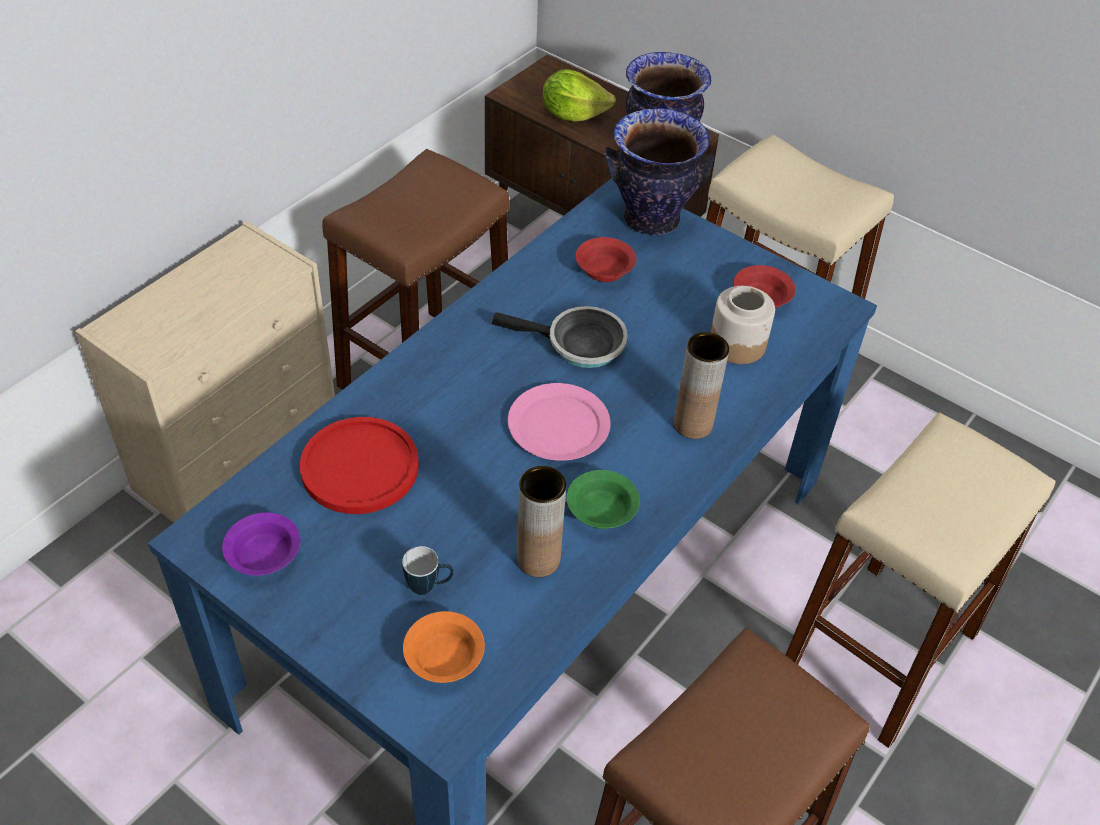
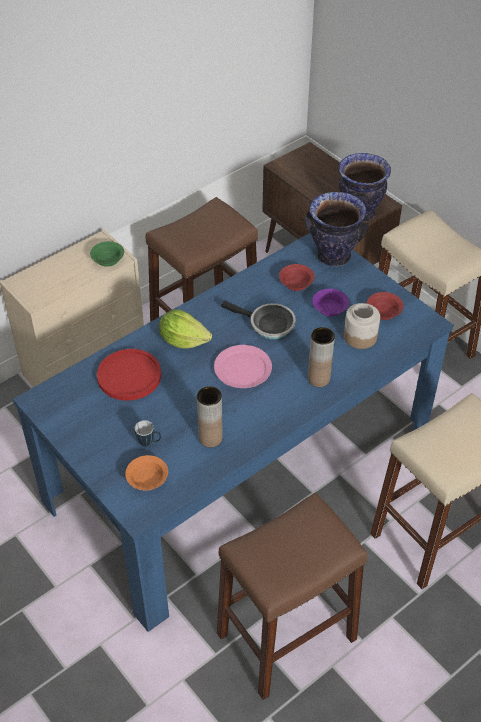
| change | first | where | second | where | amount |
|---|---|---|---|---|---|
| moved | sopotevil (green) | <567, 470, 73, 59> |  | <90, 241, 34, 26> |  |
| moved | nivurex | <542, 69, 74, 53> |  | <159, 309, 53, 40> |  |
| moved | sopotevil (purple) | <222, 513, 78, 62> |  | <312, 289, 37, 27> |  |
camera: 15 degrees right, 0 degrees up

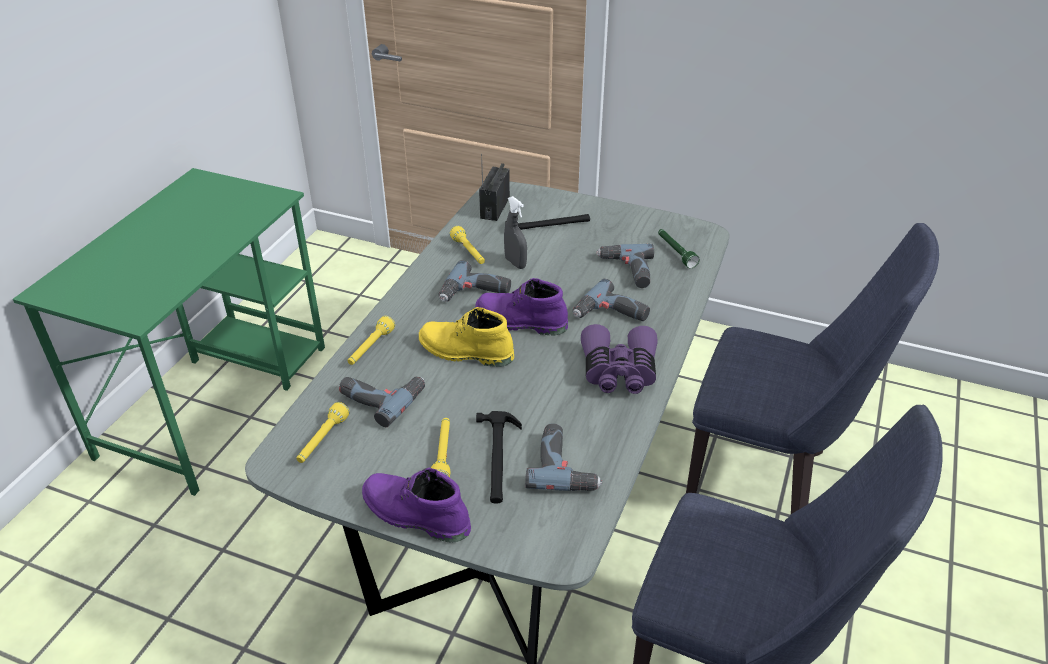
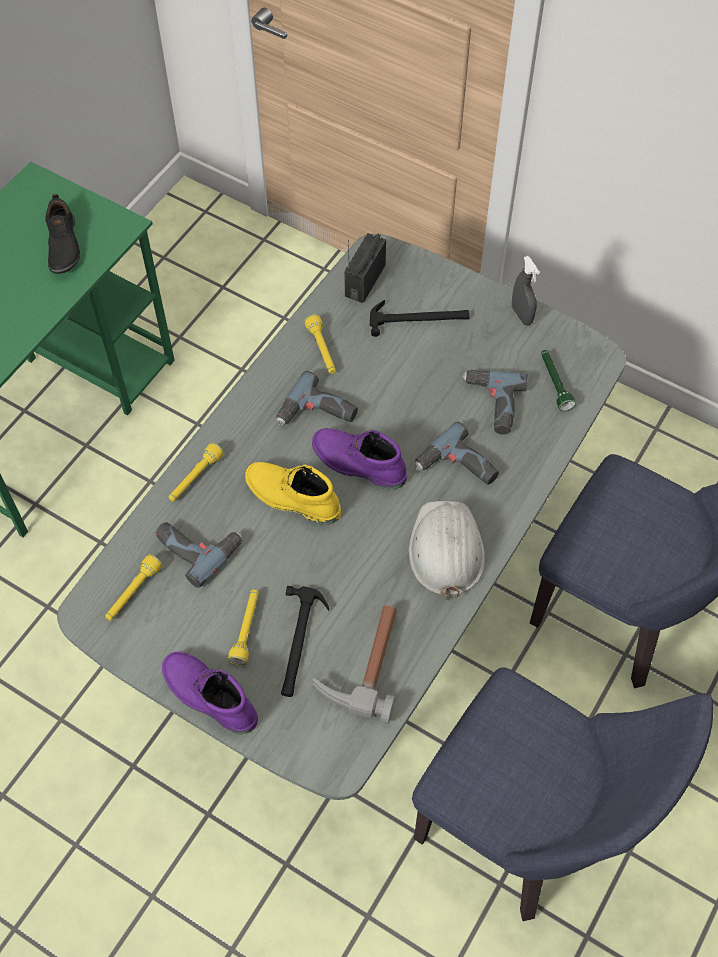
| change | first | where | second | where | amount |
|---|---|---|---|---|---|
| added |  |  | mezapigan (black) | <45, 194, 35, 80> |  |
| replaced | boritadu | <525, 423, 77, 68> | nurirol | <312, 605, 85, 118> |  |
| replaced | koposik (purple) | <581, 324, 77, 70> | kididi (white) | <409, 501, 76, 99> |  |
| moved | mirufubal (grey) | <504, 196, 23, 73> |  | <512, 256, 28, 70> |  |
camera: 10 degrees right, 20 degrees up

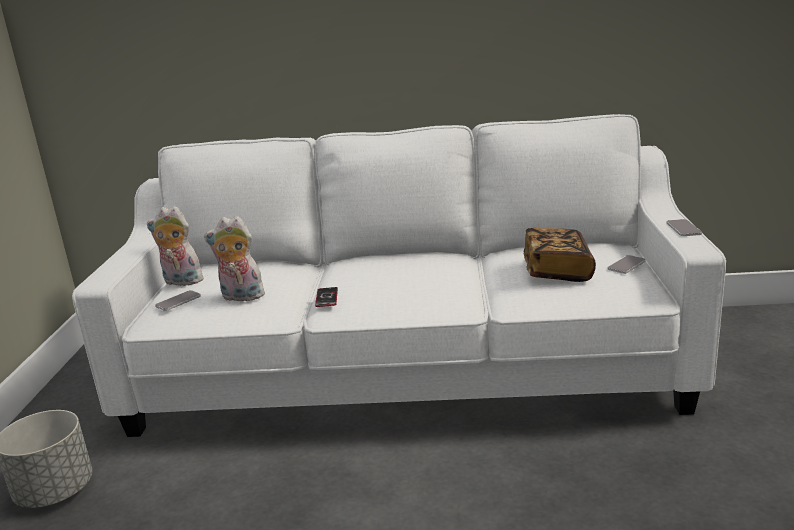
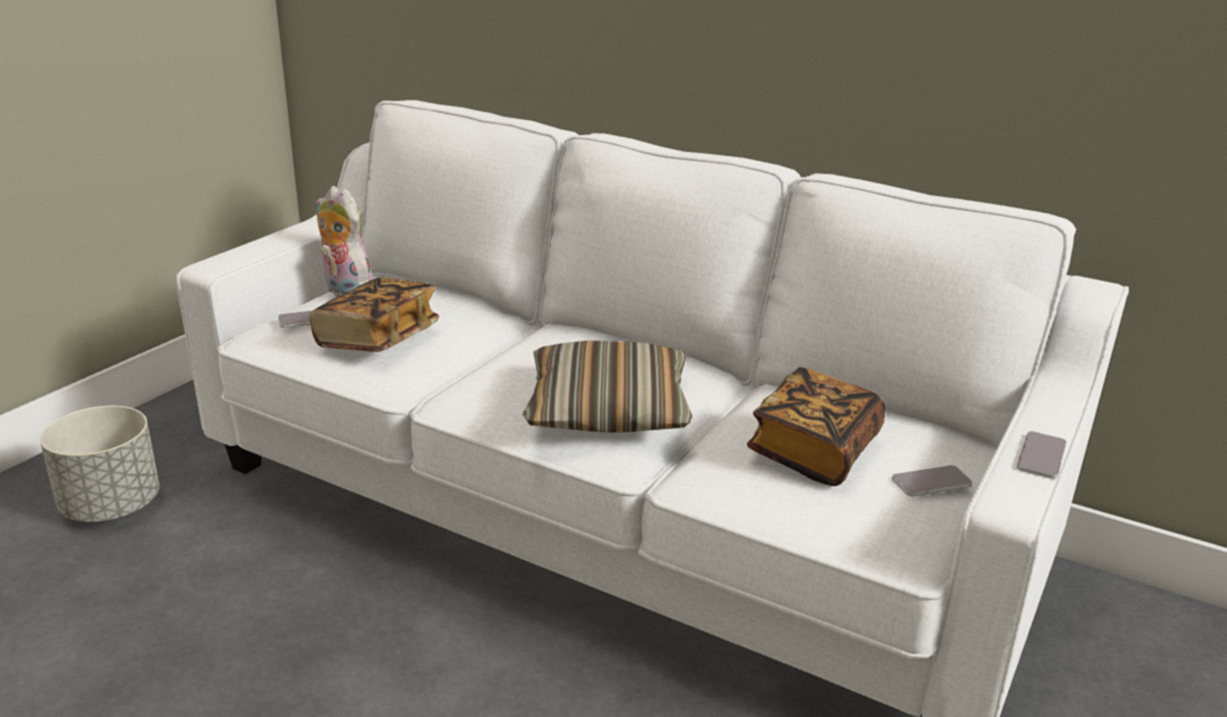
| change | first | where | second | where | amount |
|---|---|---|---|---|---|
| replaced | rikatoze | <204, 216, 63, 85> | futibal | <310, 277, 129, 75> |  |
| added |  |  | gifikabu | <522, 341, 170, 92> |  |
| removed | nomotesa | <315, 287, 23, 20> |  |  |  |
camera: 25 degrees right, 5 degrees up

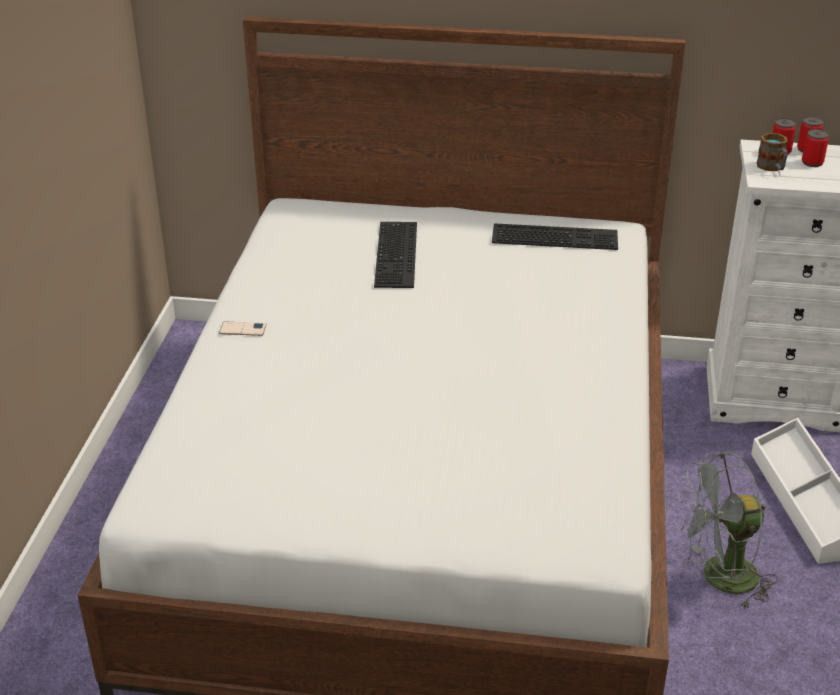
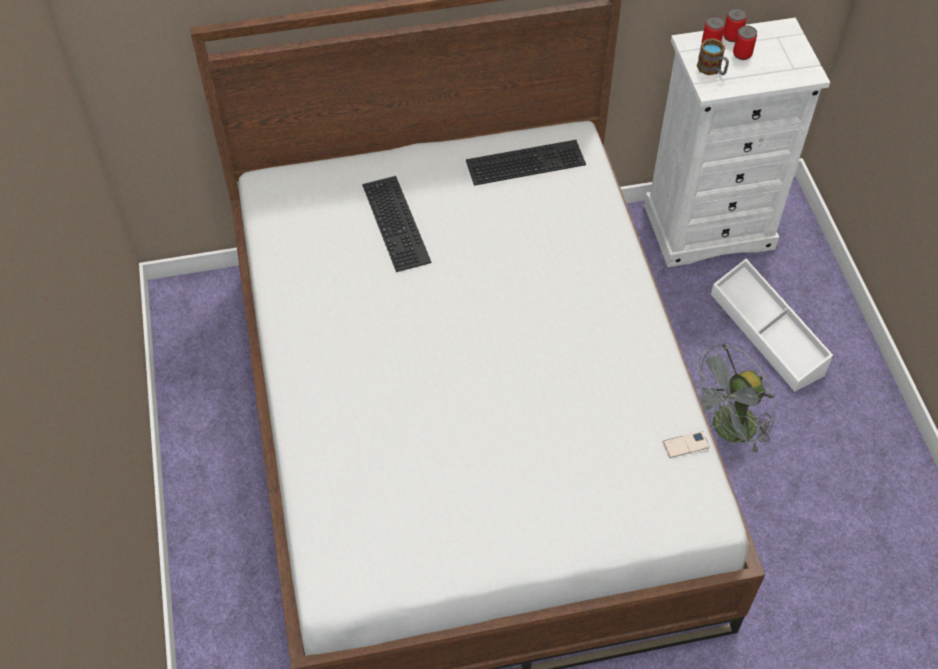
| change | first | where | second | where | amount |
|---|---|---|---|---|---|
| moved | nomotesa | <219, 321, 48, 15> |  | <663, 431, 47, 27> |  |
camera: 20 degrees left, 20 degrees up

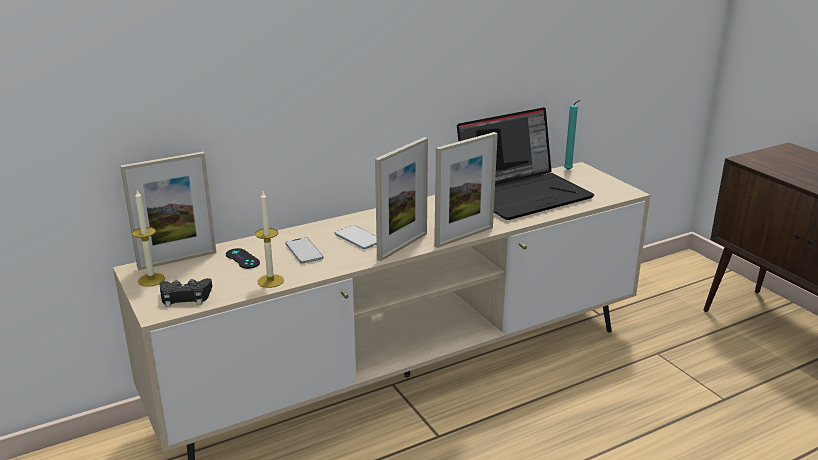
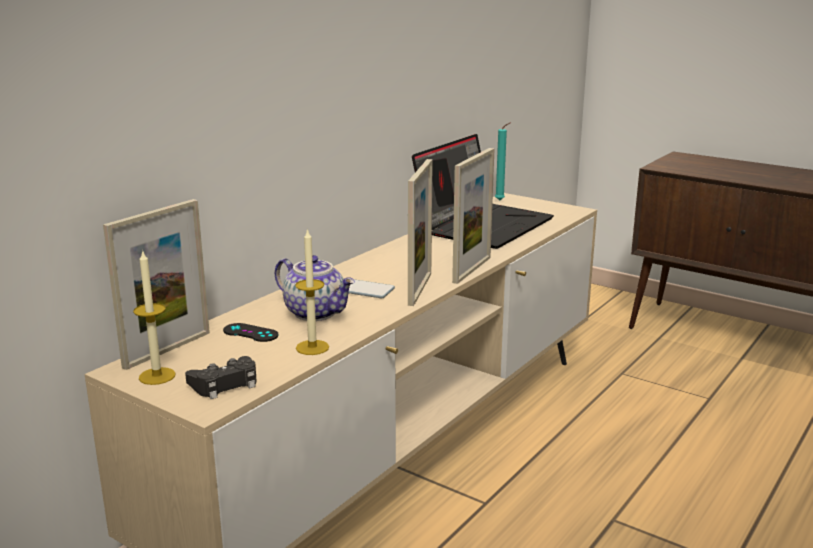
| change | first | where | second | where | amount |
|---|---|---|---|---|---|
| replaced | nomotesa | <285, 237, 39, 27> | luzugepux | <275, 255, 80, 66> |  |
camera: 25 degrees left, 5 degrees down

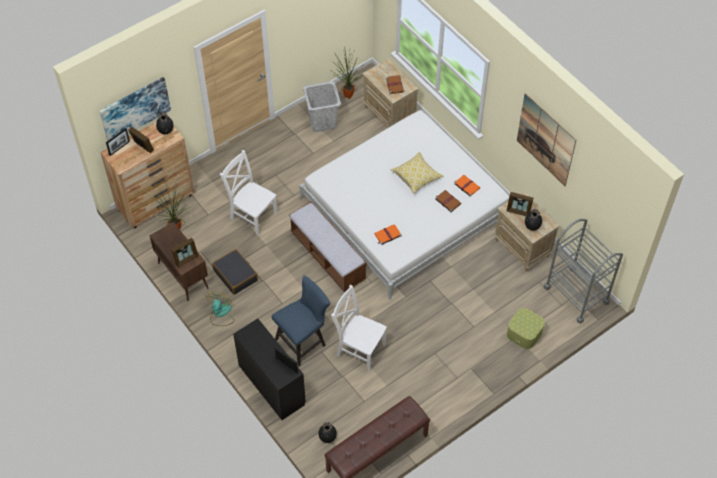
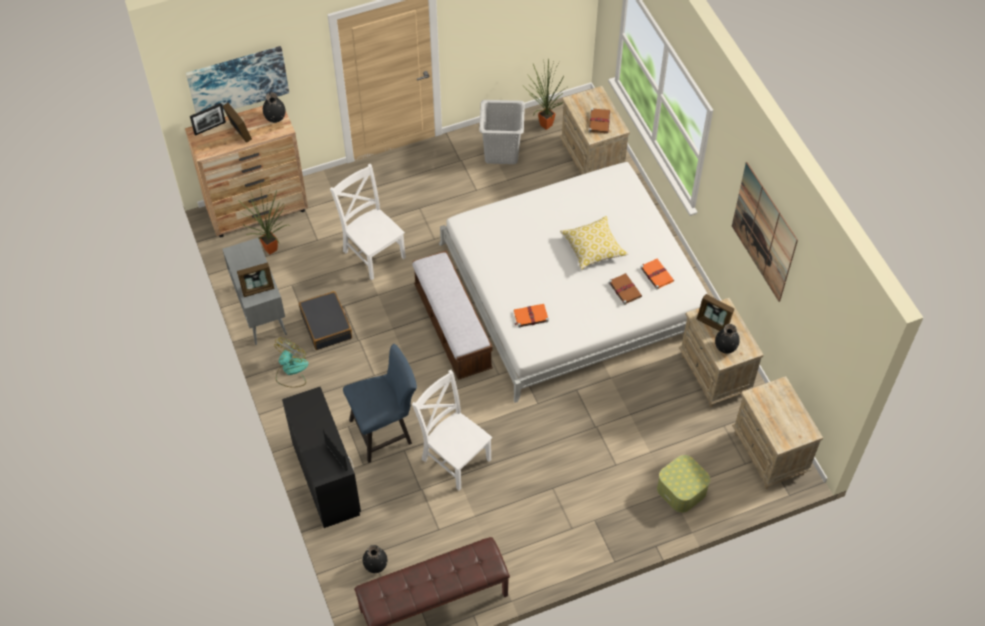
| change | first | where | second | where | amount |
|---|---|---|---|---|---|
| recoloured | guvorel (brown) | <149, 222, 60, 79> | guvorel (grey) | <222, 238, 65, 107> |  |
| replaced | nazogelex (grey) | <544, 219, 79, 105> | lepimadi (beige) | <732, 376, 91, 113> |  |
camera: 15 degrees right, 0 degrees up

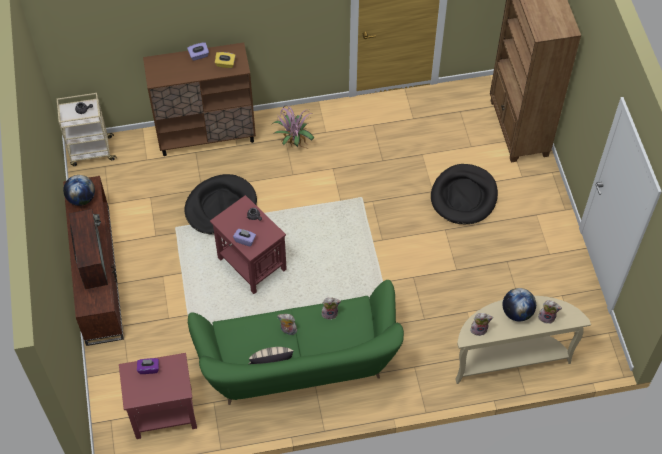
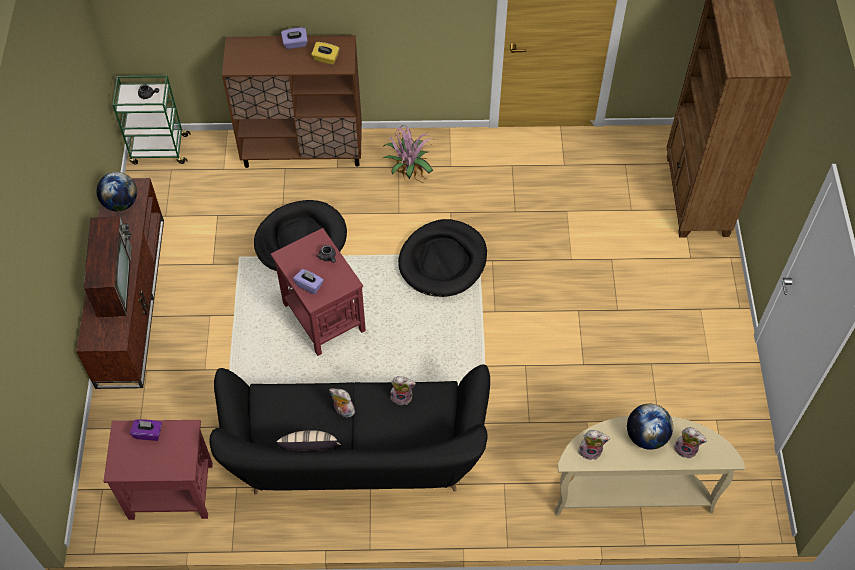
| change | first | where | second | where | amount |
|---|---|---|---|---|---|
| recoloured | nazogelex (beige) | <57, 93, 60, 73> | nazogelex (green) | <113, 75, 78, 90> |  |
| recoloured | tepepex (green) | <188, 280, 216, 125> | tepepex (black) | <209, 364, 281, 131> |  |
| moved | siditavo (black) | <431, 164, 67, 60> |  | <398, 219, 89, 78> |  |
camera: 10 degrees right, 0 degrees up

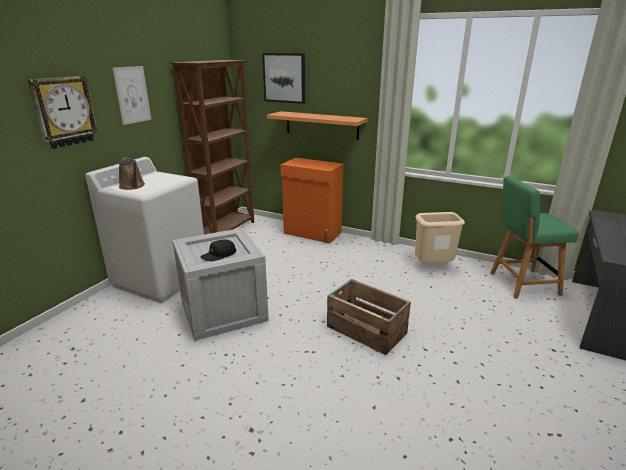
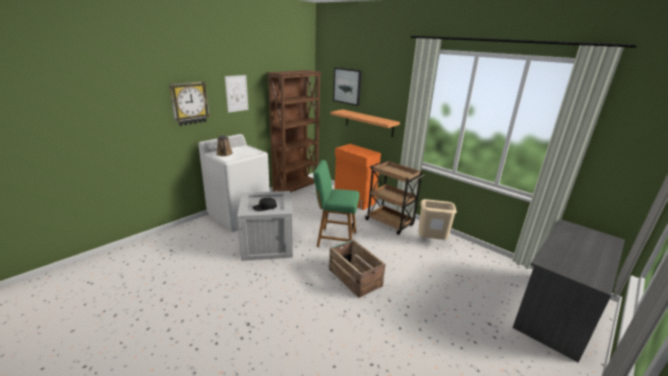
| change | first | where | second | where | amount |
|---|---|---|---|---|---|
| moved | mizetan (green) | <490, 176, 89, 123> |  | <313, 160, 47, 87> |  |
| added |  |  | nazogelex (brown) | <365, 161, 60, 74> |  |
camera: 15 degrees right, 0 degrees up

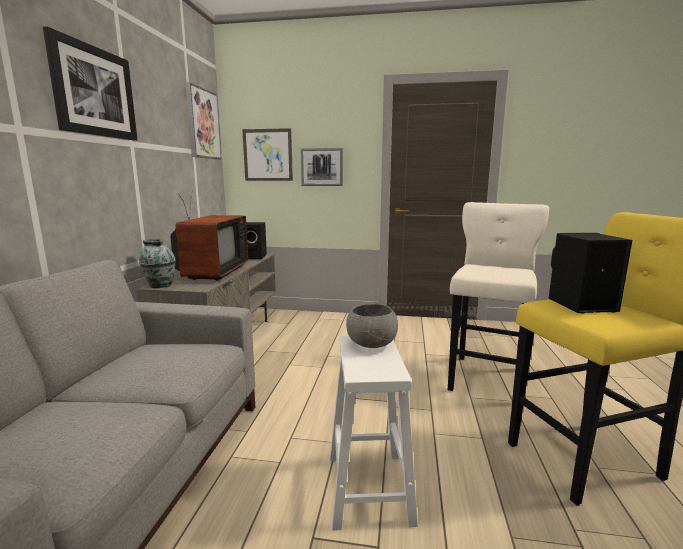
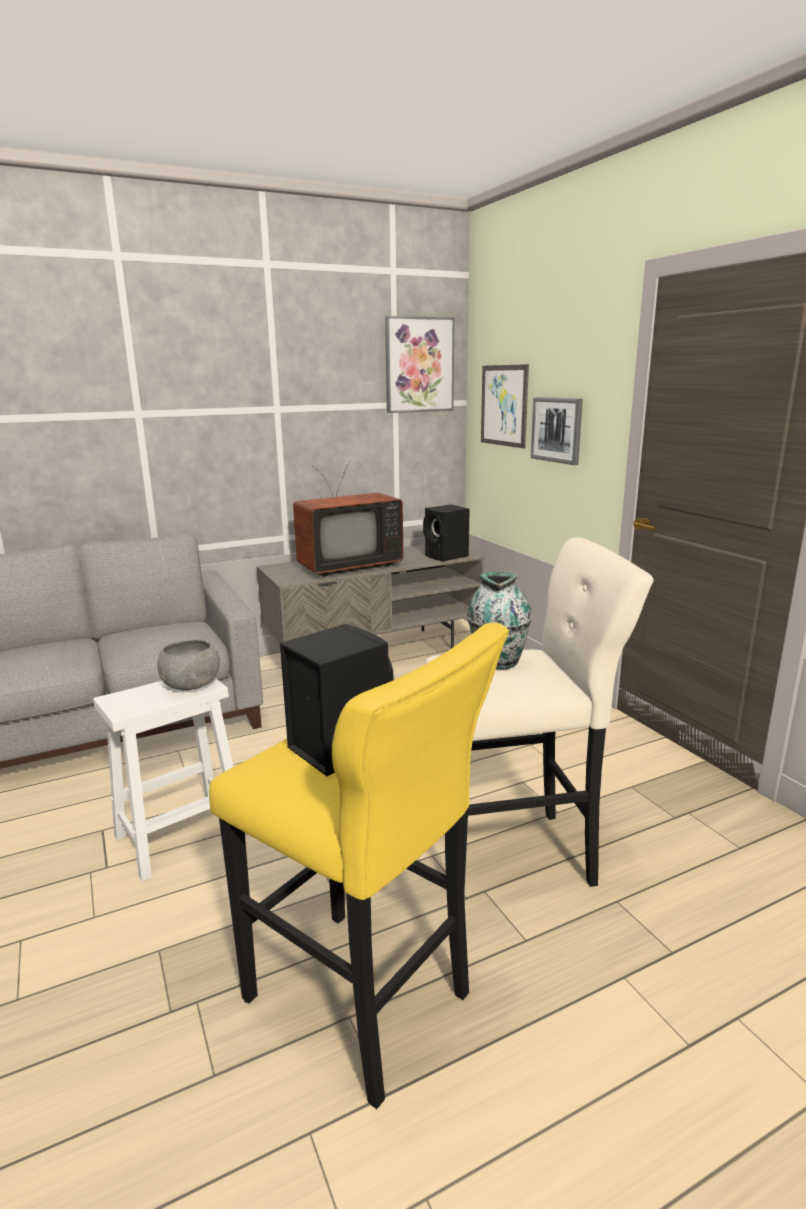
| change | first | where | second | where | amount |
|---|---|---|---|---|---|
| moved | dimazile | <139, 239, 37, 49> |  | <467, 572, 65, 98> |  |
| removed | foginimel | <43, 26, 95, 115> |  |  |  |
camera: 55 degrees right, 5 degrees up

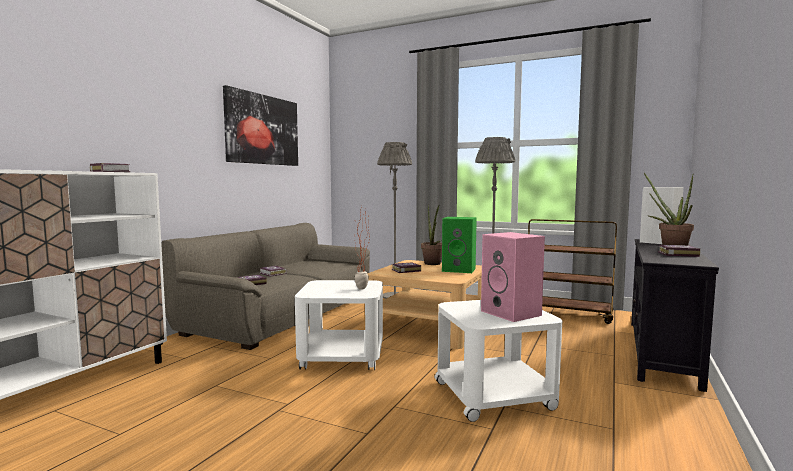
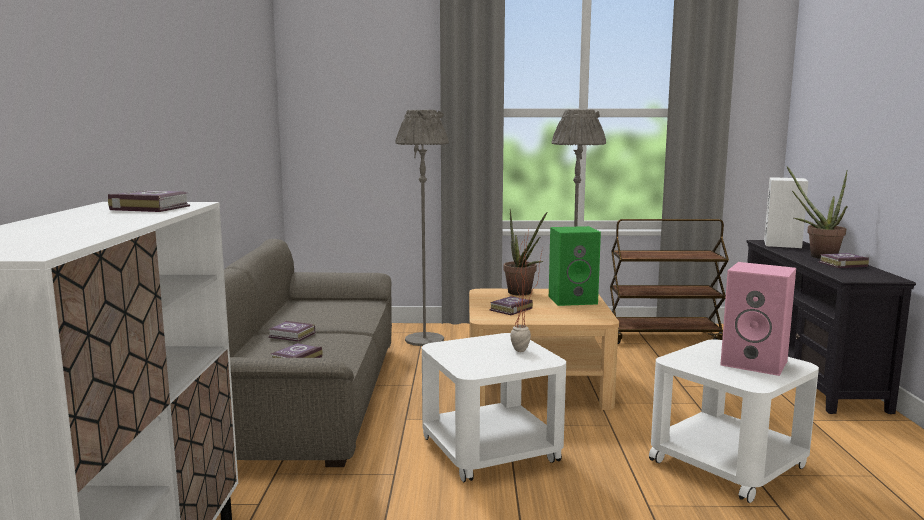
| change | first | where | second | where | amount |
|---|---|---|---|---|---|
| removed | foginimel | <223, 85, 75, 81> |  |  |  |
camera: 25 degrees left, 5 degrees up

